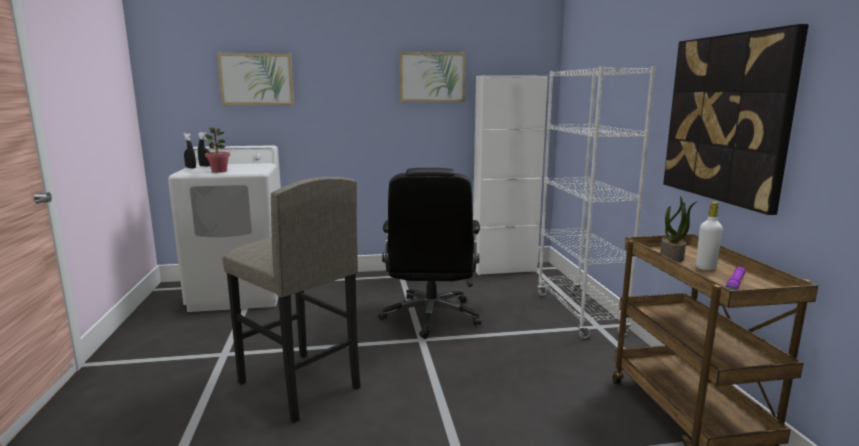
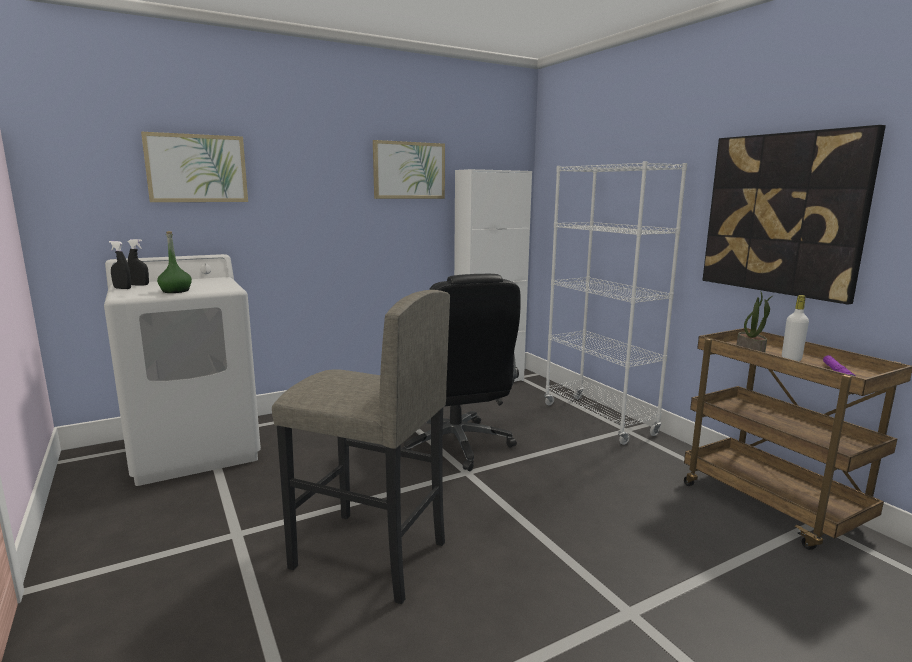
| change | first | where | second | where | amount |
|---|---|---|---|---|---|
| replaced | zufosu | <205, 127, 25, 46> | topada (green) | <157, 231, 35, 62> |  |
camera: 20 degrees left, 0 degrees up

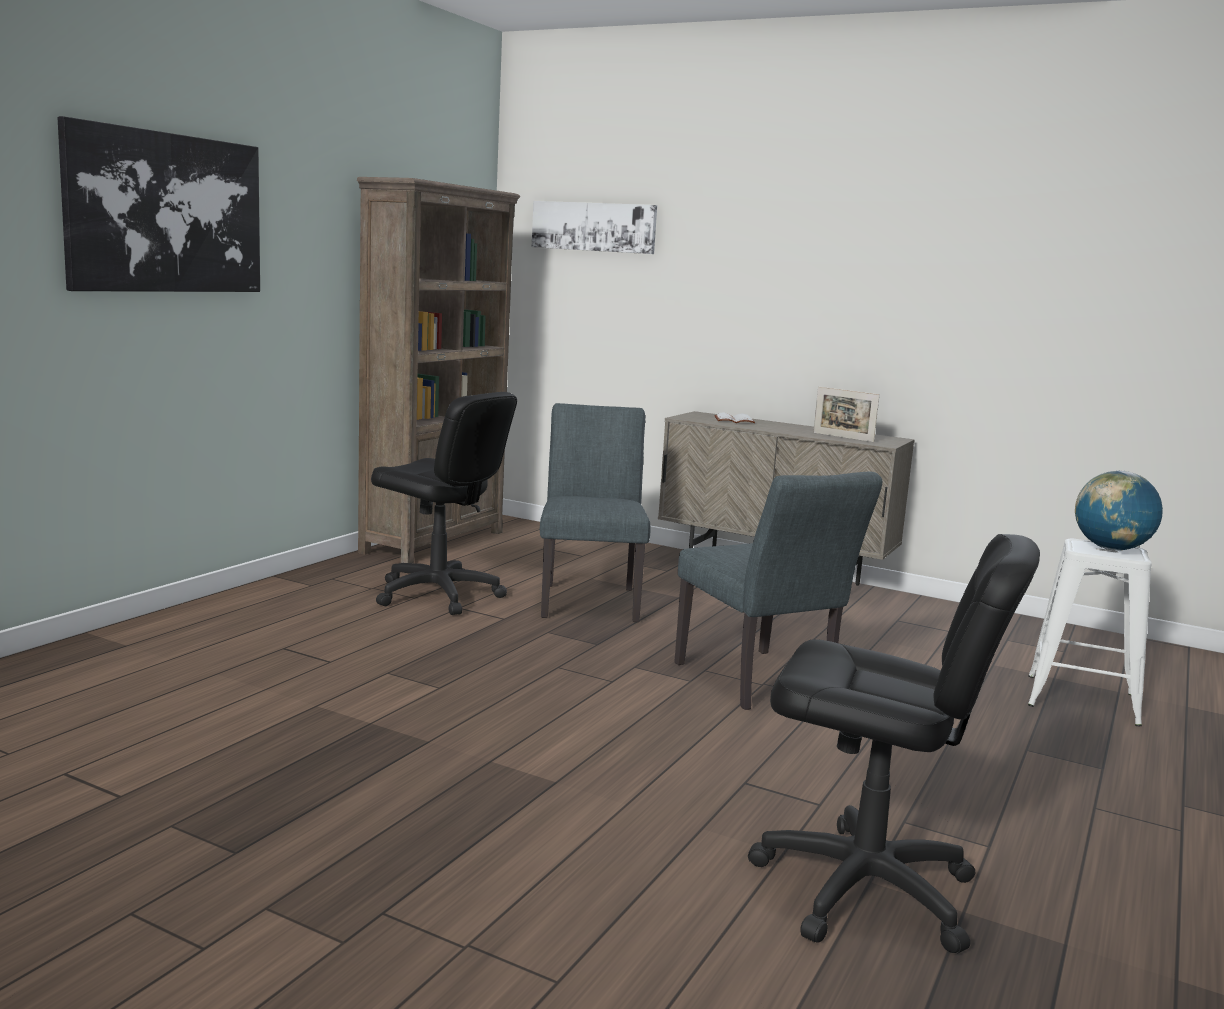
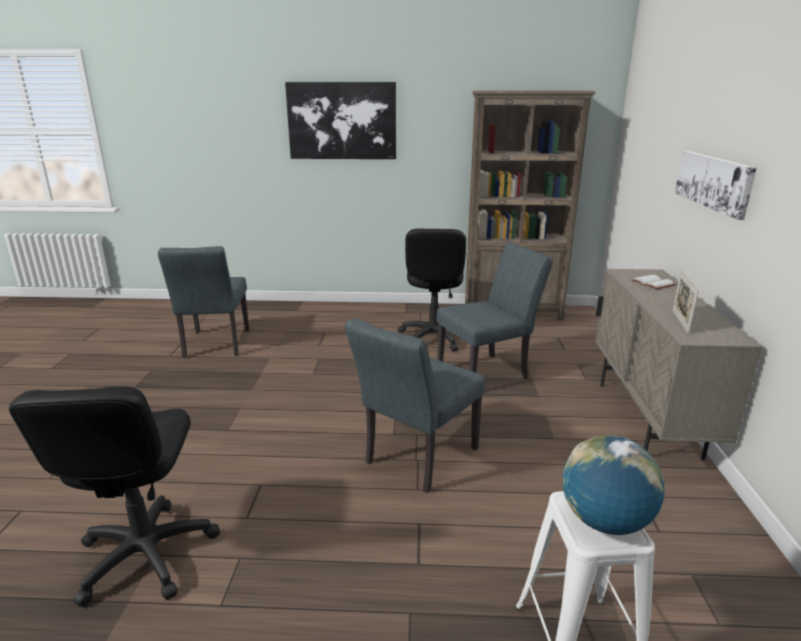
| change | first | where | second | where | amount |
|---|---|---|---|---|---|
| added |  |  | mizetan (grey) | <158, 246, 91, 112> |  |
| moved | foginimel | <532, 201, 125, 53> |  | <675, 151, 82, 69> |  |
camera: 65 degrees right, 10 degrees up

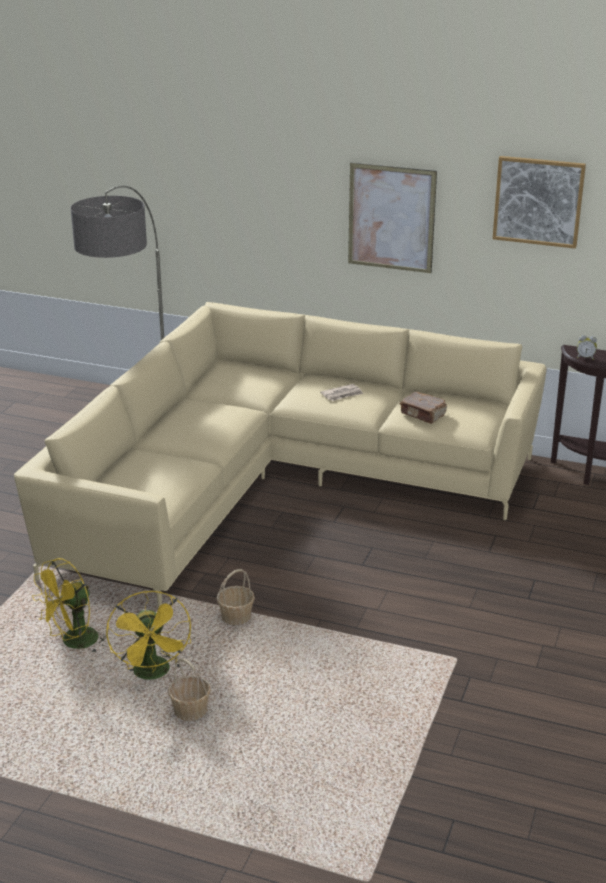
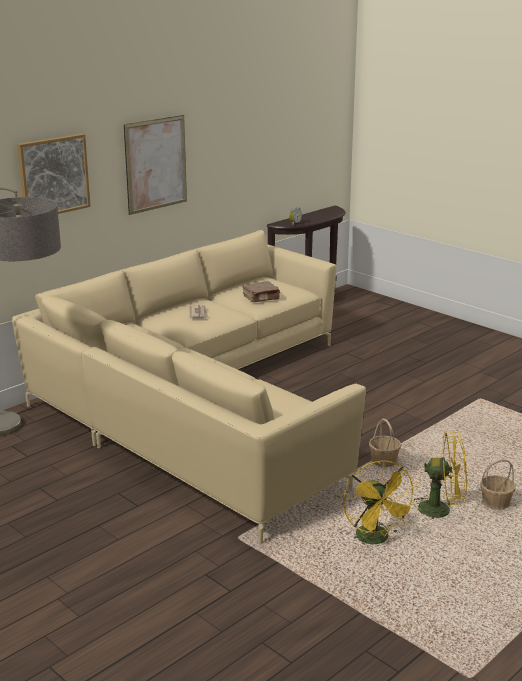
| change | first | where | second | where | amount |
|---|---|---|---|---|---|
| moved | foginimel | <493, 156, 93, 92> |  | <17, 134, 73, 80> |  |
camera: 65 degrees left, 5 degrees down

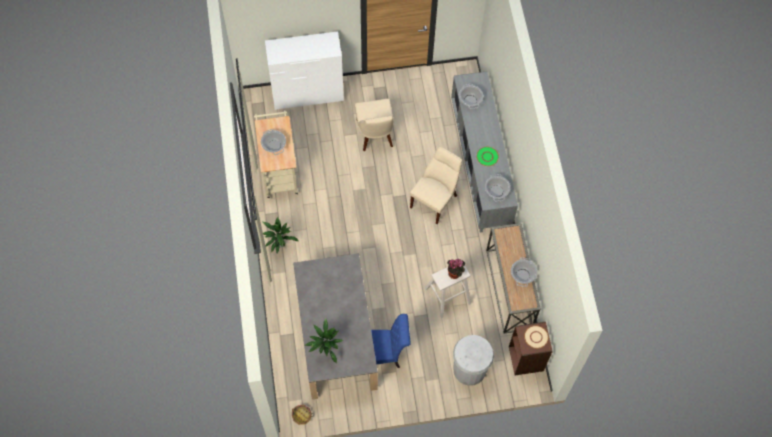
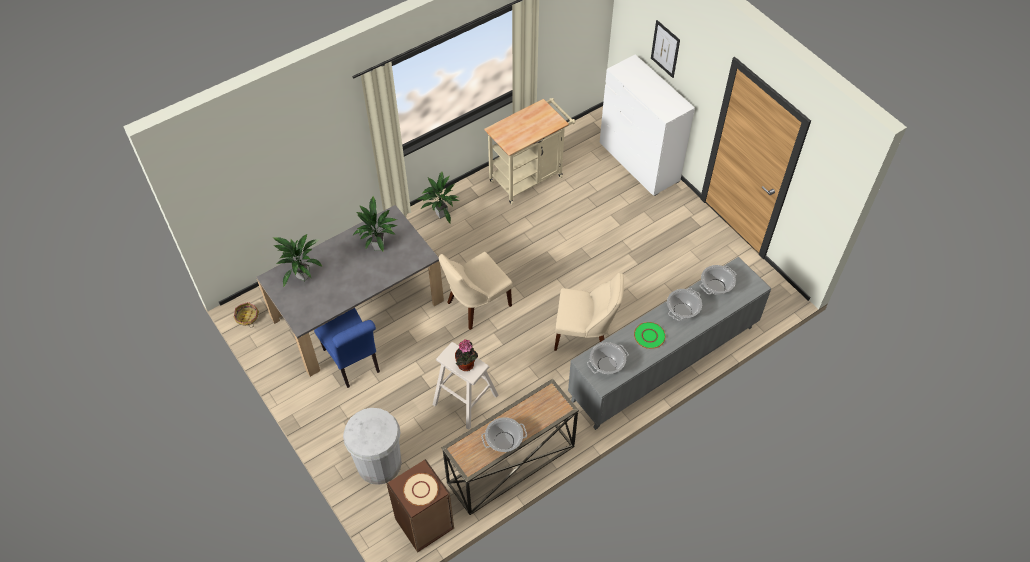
| change | first | where | second | where | amount |
|---|---|---|---|---|---|
| added |  |  | zufosu | <353, 196, 44, 55> |  |
| moved | mizetan (beige) | <355, 99, 39, 52> |  | <439, 252, 73, 78> |  |
| added |  |  | foginimel | <651, 20, 29, 58> |  |
| moved | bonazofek | <261, 129, 25, 26> |  | <667, 288, 35, 33> |  |
camera: 65 degrees right, 10 degrees down

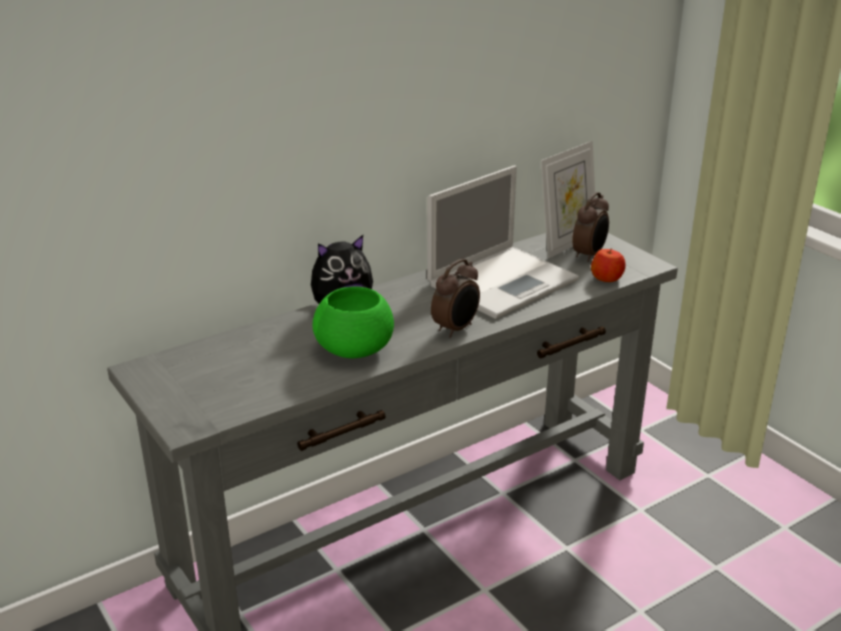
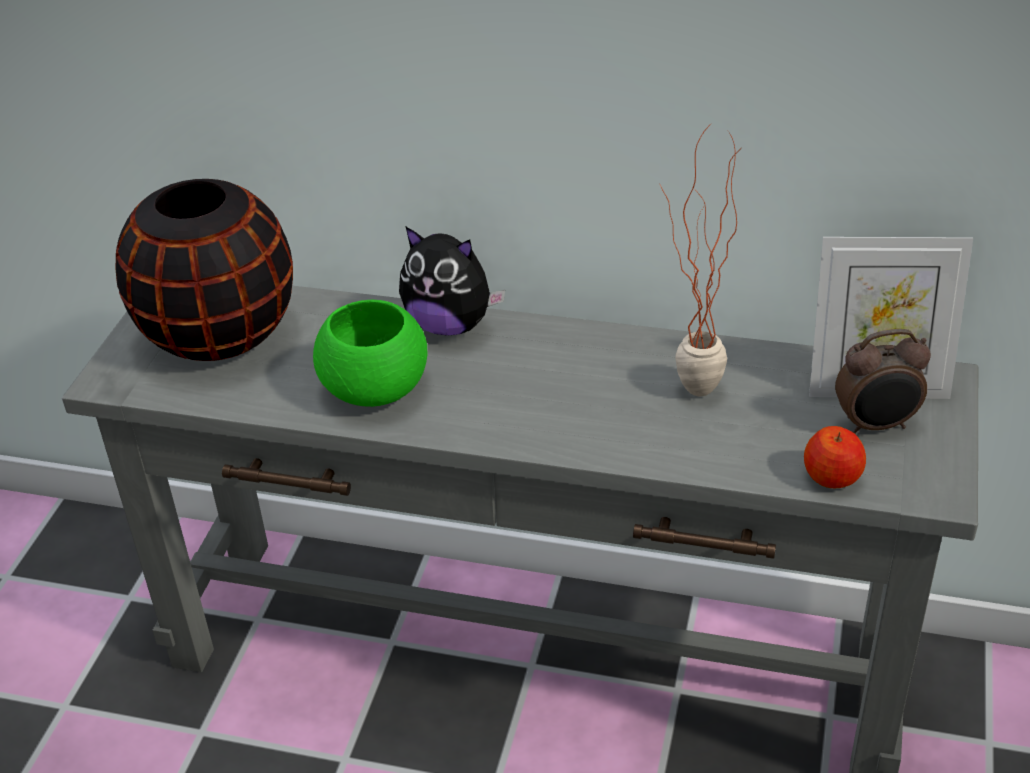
| change | first | where | second | where | amount |
|---|---|---|---|---|---|
| added |  |  | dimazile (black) | <115, 179, 178, 182> |  |
| replaced | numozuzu | <427, 166, 152, 153> | zufosu | <660, 122, 80, 274> |  |
| removed | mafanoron | <431, 259, 49, 79> |  |  |  |
camera: 50 degrees right, 10 degrees up

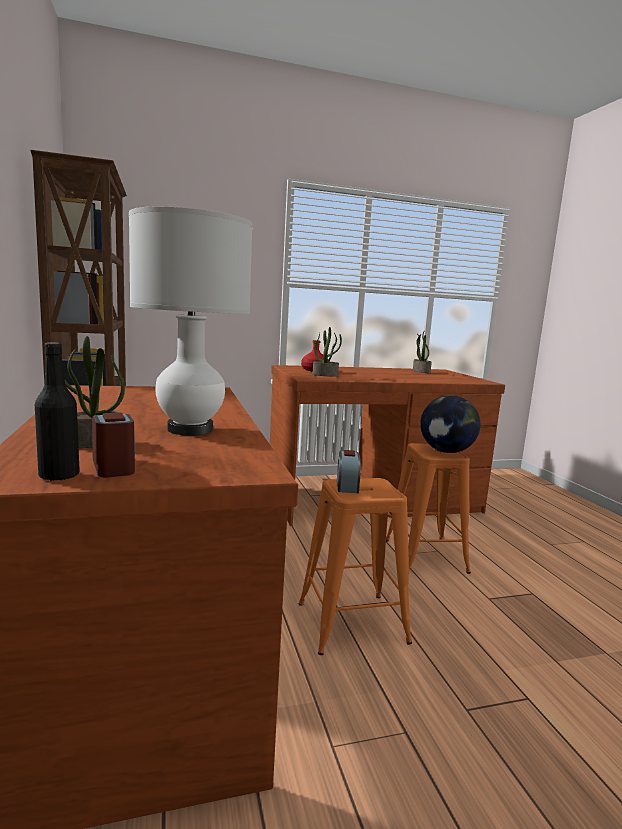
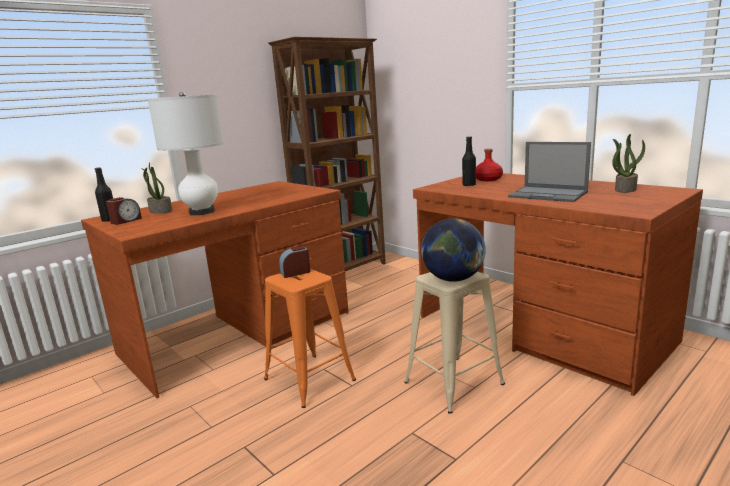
| change | first | where | second | where | amount |
|---|---|---|---|---|---|
| recoloured | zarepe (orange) | <386, 443, 85, 131> | zarepe (beige) | <405, 272, 100, 142> |  |
| replaced | zufosu | <313, 327, 29, 49> | topada (black) | <462, 136, 14, 51> |  |
| added |  |  | numozuzu | <508, 142, 83, 60> |  |
camera: 65 degrees right, 5 degrees up

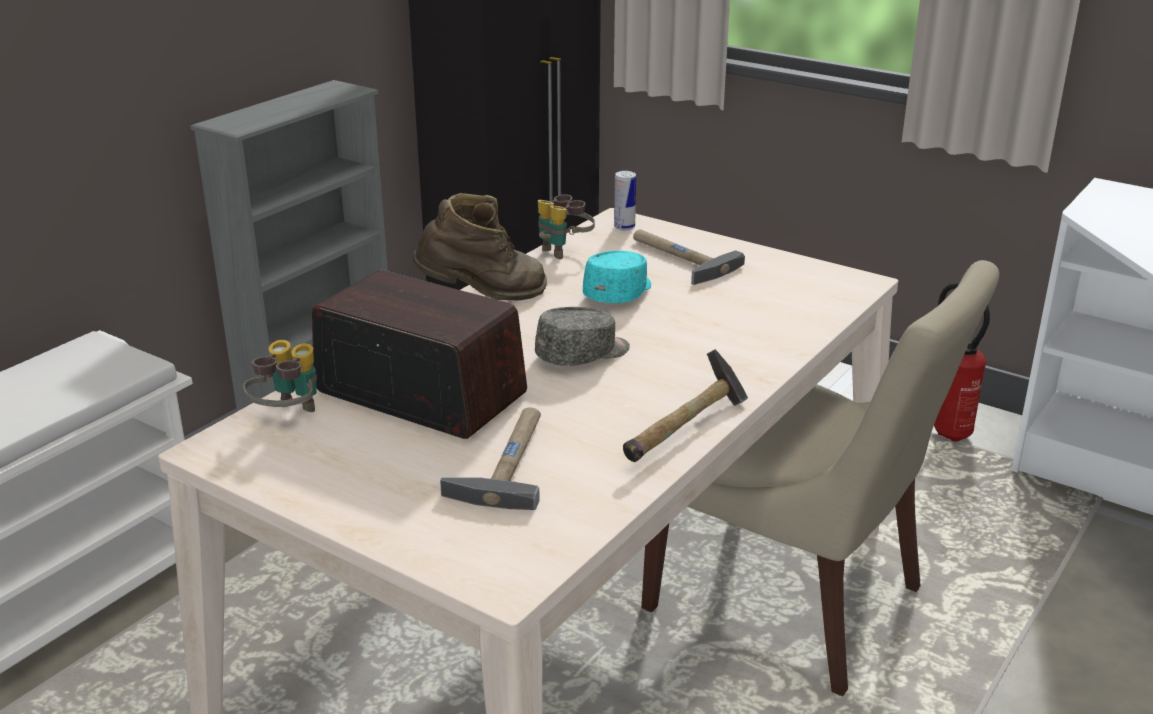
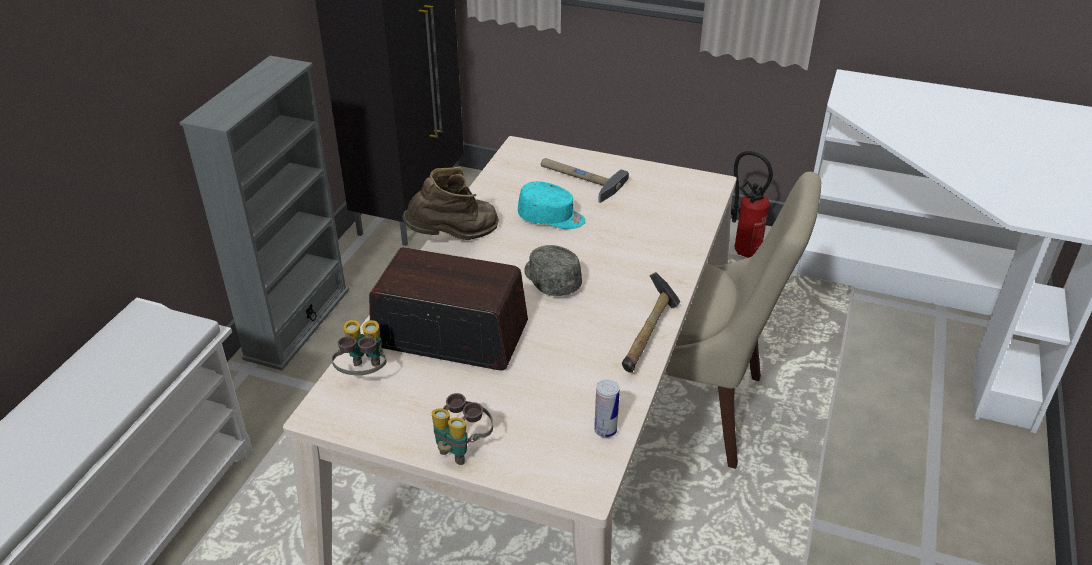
| change | first | where | second | where | amount |
|---|---|---|---|---|---|
| moved | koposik | <538, 194, 57, 65> |  | <432, 393, 61, 72> |  |
| turned | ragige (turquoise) | <583, 251, 68, 52> |  | <518, 181, 67, 48> | 90 degrees clockwise |
| turned | ragige (grey) | <535, 307, 95, 59> |  | <524, 245, 58, 51> | 75 degrees counterclockwise |
| moved | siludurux | <614, 171, 22, 59> |  | <594, 380, 26, 58> |  |
| removed | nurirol | <440, 407, 101, 103> |  |  |  |
camera: 15 degrees left, 10 degrees up

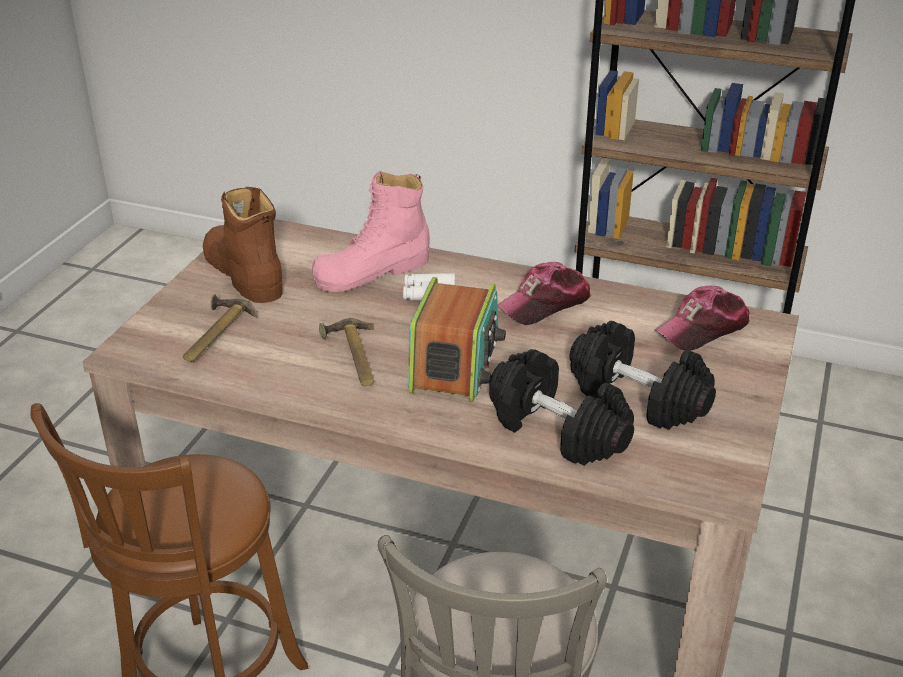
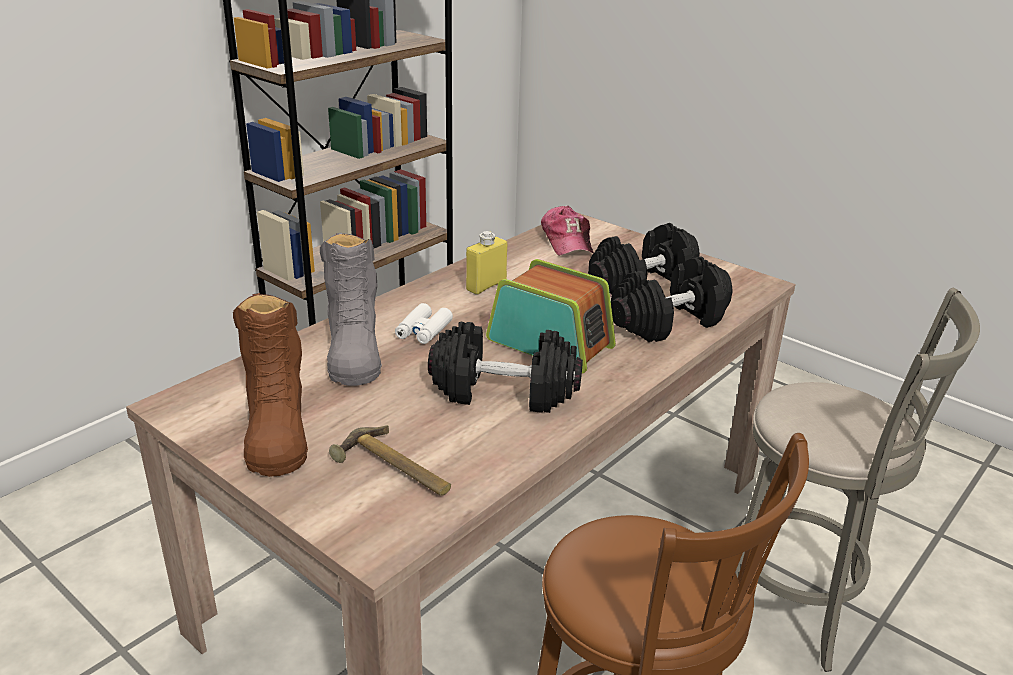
| change | first | where | second | where | amount |
|---|---|---|---|---|---|
| turned | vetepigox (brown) | <203, 187, 80, 116> |  | <233, 293, 75, 184> | 90 degrees counterclockwise |
| recoloured | vetepigox (pink) | <312, 171, 118, 121> | vetepigox (grey) | <320, 233, 62, 153> |  |
| replaced | nurirol | <319, 318, 56, 68> | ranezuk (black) | <428, 321, 155, 92> |  |
| replaced | ragige | <498, 262, 93, 63> | topada (yellow) | <466, 231, 41, 64> |  |
camera: 70 degrees left, 5 degrees down

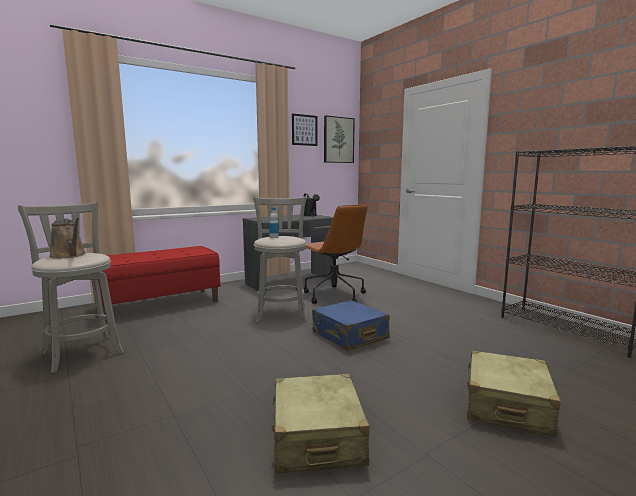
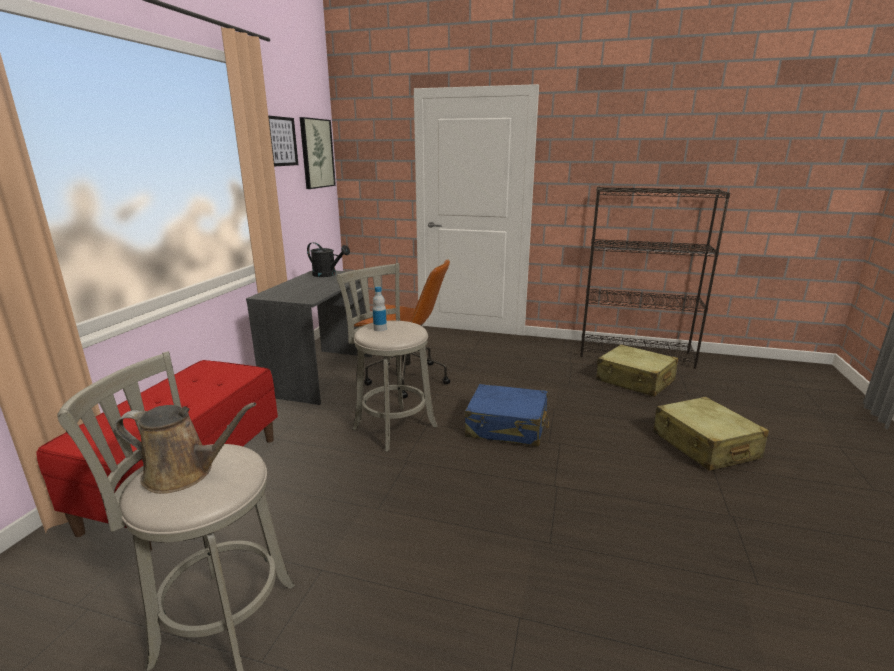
| change | first | where | second | where | amount |
|---|---|---|---|---|---|
| moved | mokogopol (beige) | <272, 373, 98, 101> |  | <596, 345, 82, 52> |  |
camera: 40 degrees left, 10 degrees up

